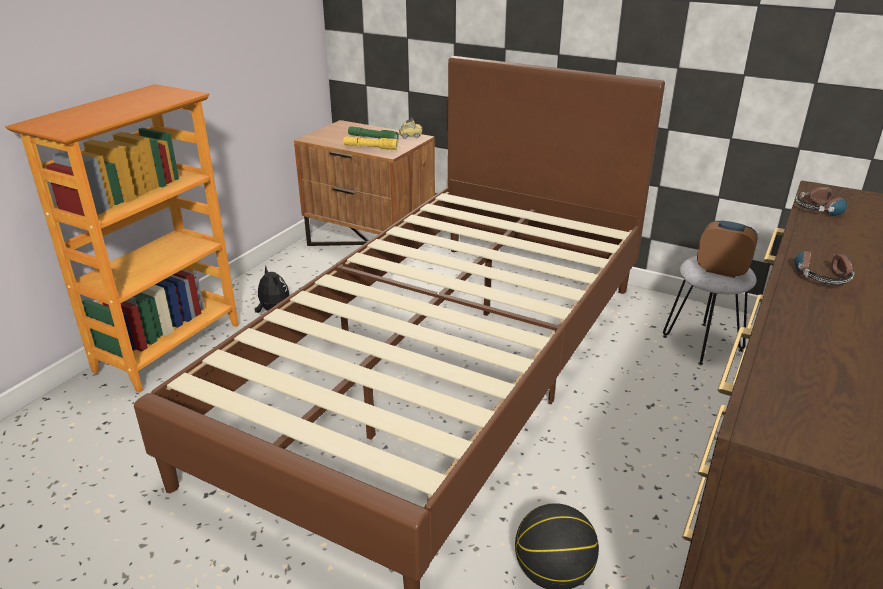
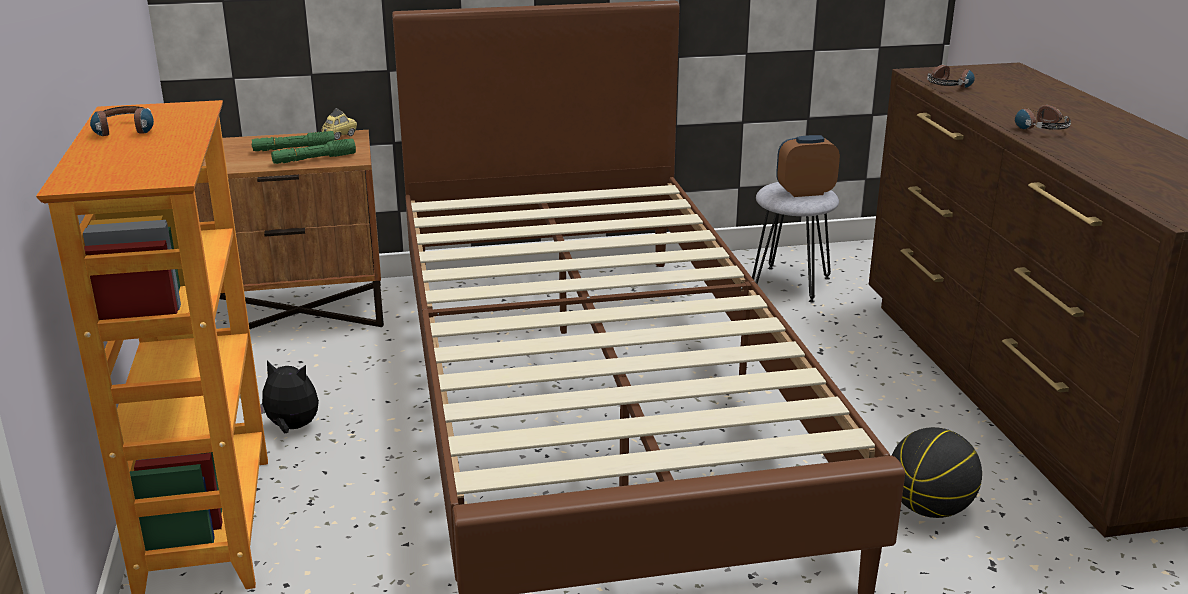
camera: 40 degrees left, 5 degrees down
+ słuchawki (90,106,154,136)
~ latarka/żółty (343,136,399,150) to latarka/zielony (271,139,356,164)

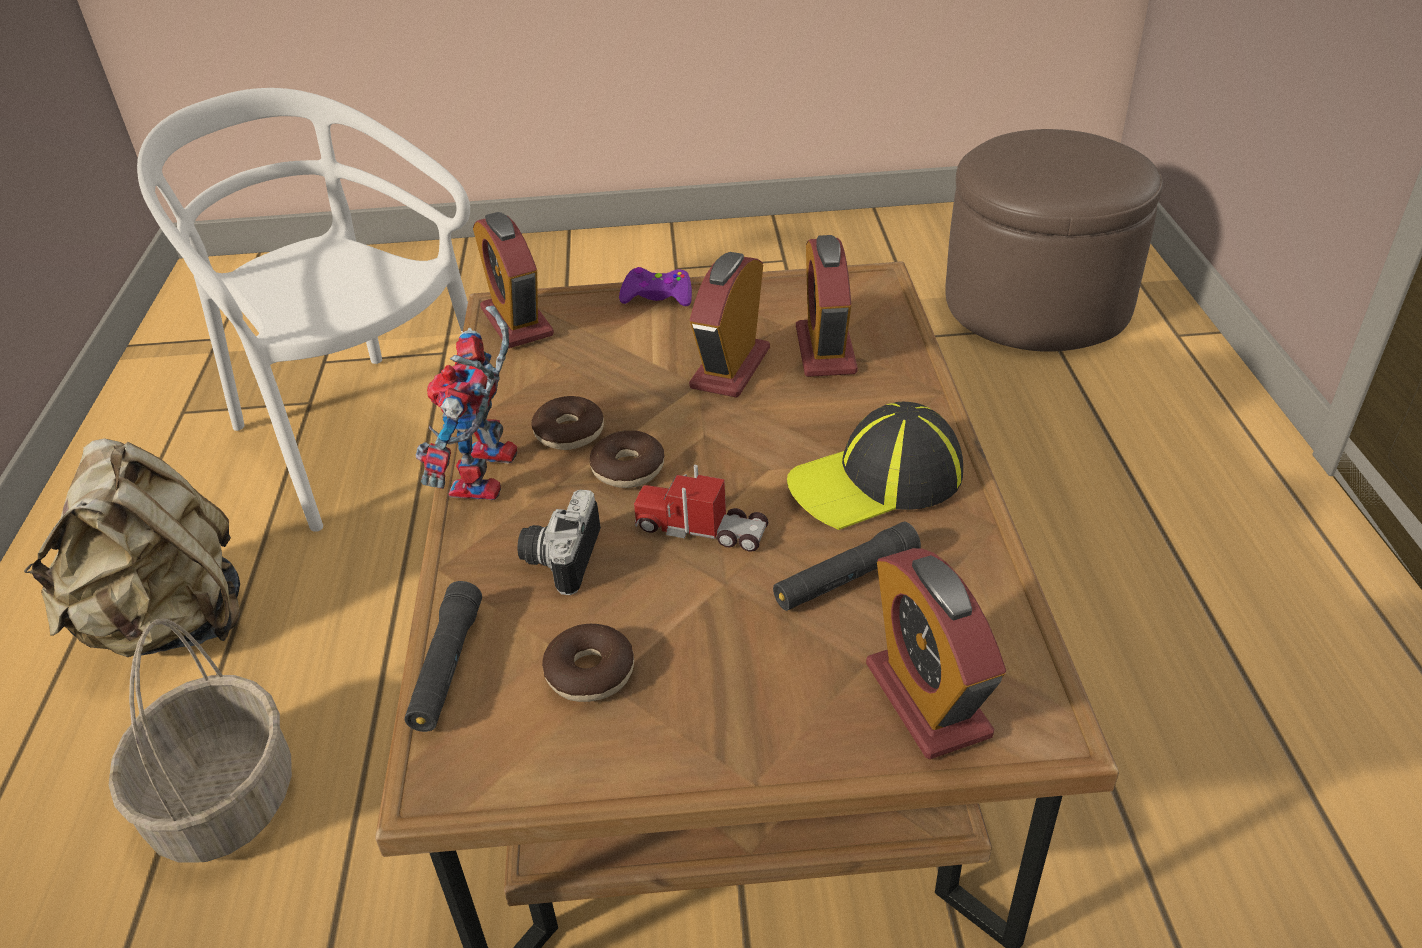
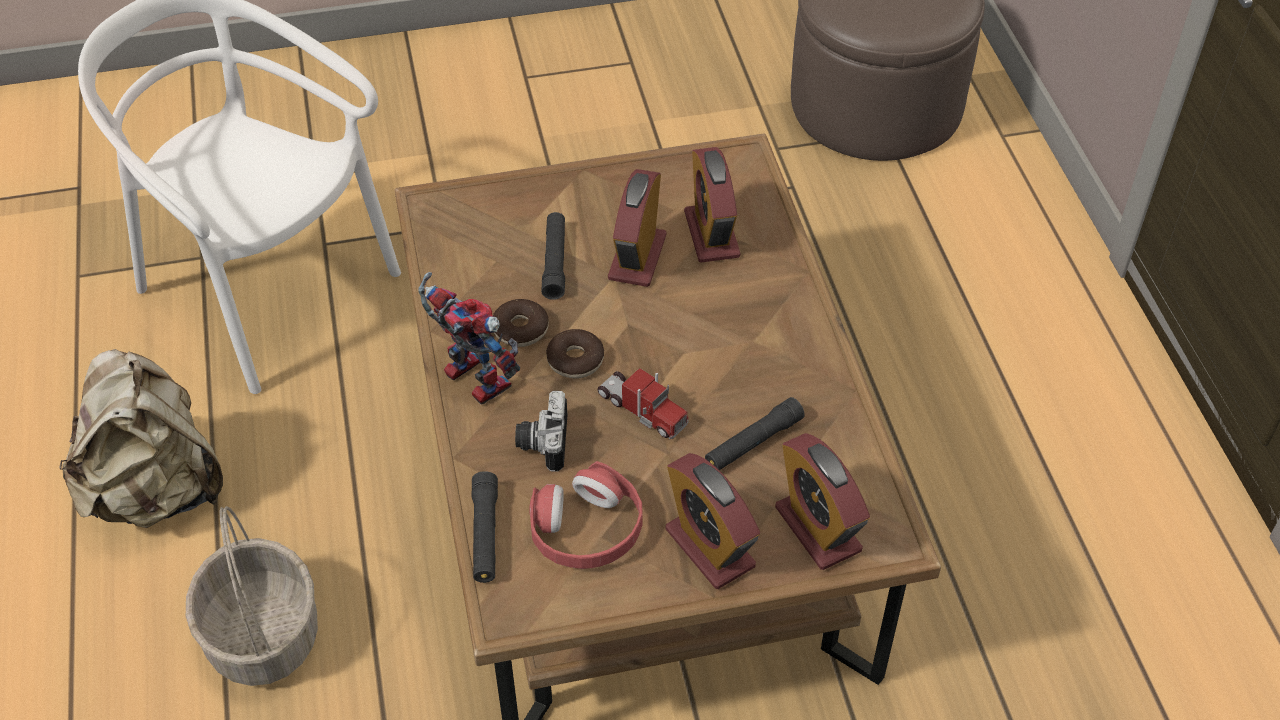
camera: 10 degrees left, 10 degrees up
~ robot zabawkowy (416,305,517,500) = (418,272,520,405) 135 degrees clockwise
~ donut (542,624,634,702) to słuchawki/czerwony (529,461,642,569)
+ latarka/czarny (541,212,565,300)
~ ciężarówka zabawkowa (634,465,769,552) = (598,368,689,439) 150 degrees counterclockwise
~ budzik (473,212,554,348) to (666,453,760,589)
- pad do gier/fioletowy (619,267,692,306)
- czapka z daszkiem (787,402,963,530)

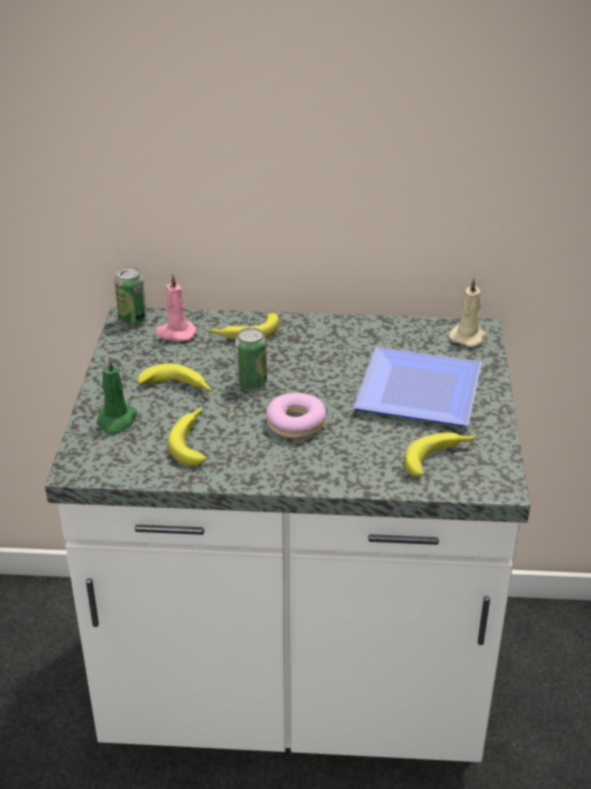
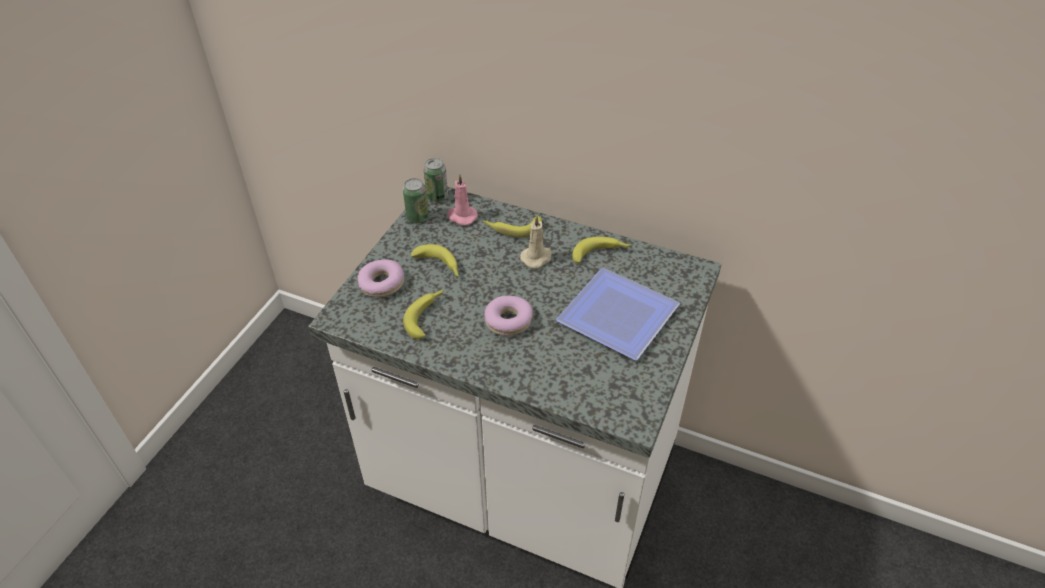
camera: 20 degrees right, 10 degrees up
~ świeca/zielony (97,356,137,435) to donut (358,259,404,297)
~ puszka (235,328,267,390) to (403,178,429,223)
~ świeca/beżowy (448,278,486,347) to (520,216,552,268)
~ banan (404,433,476,477) to (572,237,631,263)

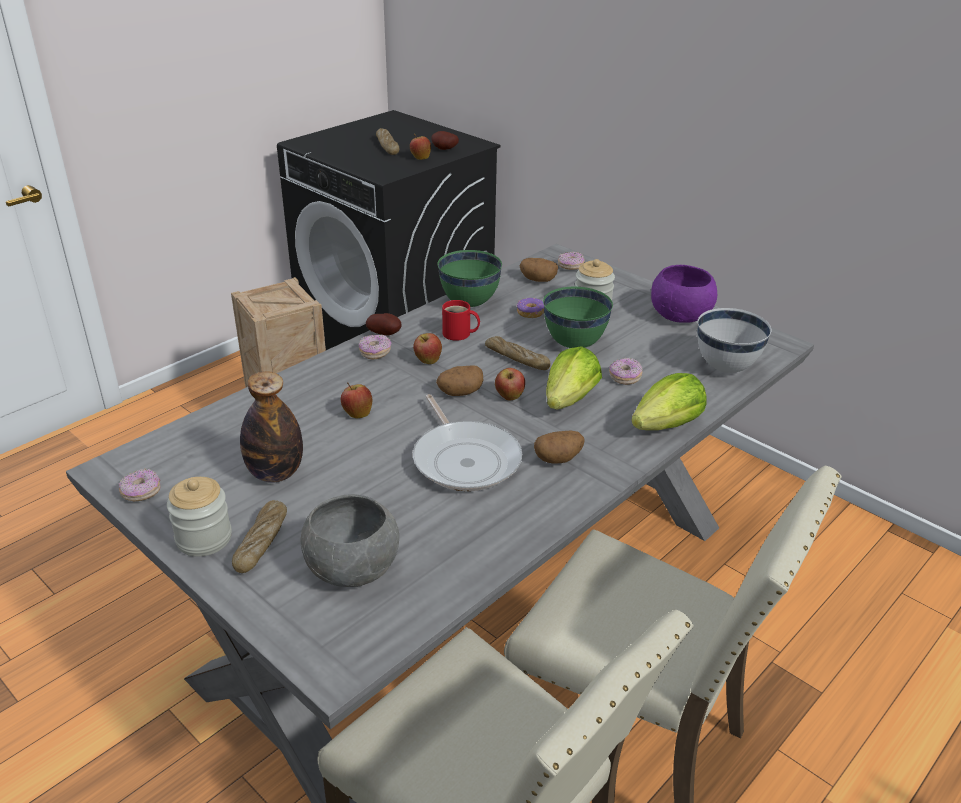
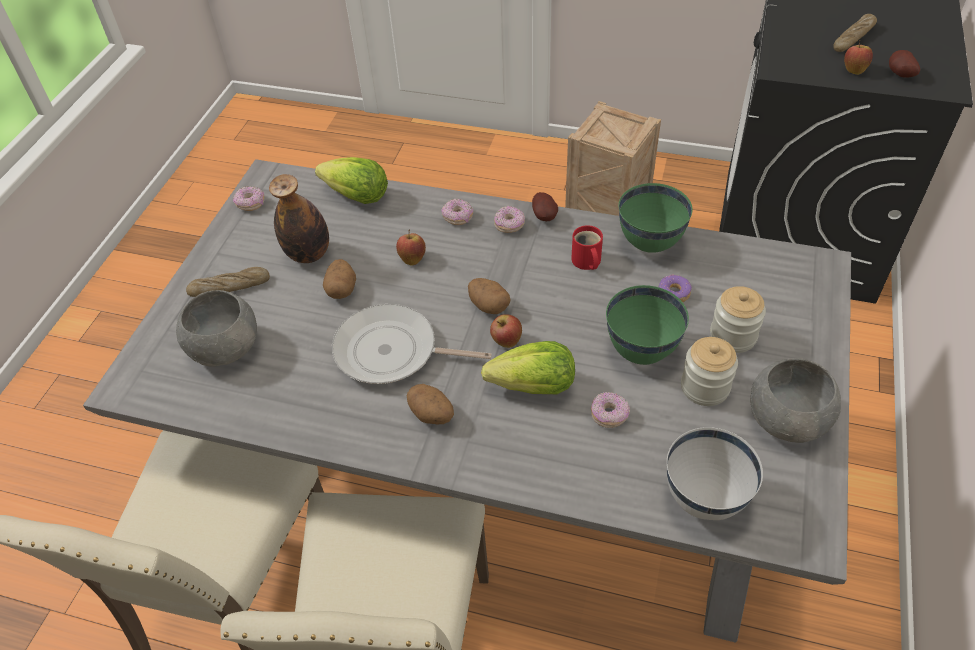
camera: 65 degrees right, 15 degrees up
~ sałata (631,373,706,430) to (315,157,388,204)
~ ziemniak (520,258,558,282) to (323,259,356,299)
~ patelnia (413,394,522,491) = (332,304,492,384) 60 degrees clockwise
~ donut (558,252,585,270) to (441,198,473,225)
~ słoik (167,477,232,557) to (681,337,738,406)
~ miska/fioletowy (651,265,717,323) to miska/szary (750,358,841,443)
- jabłko (413,333,442,364)
- chleb (485,336,551,370)

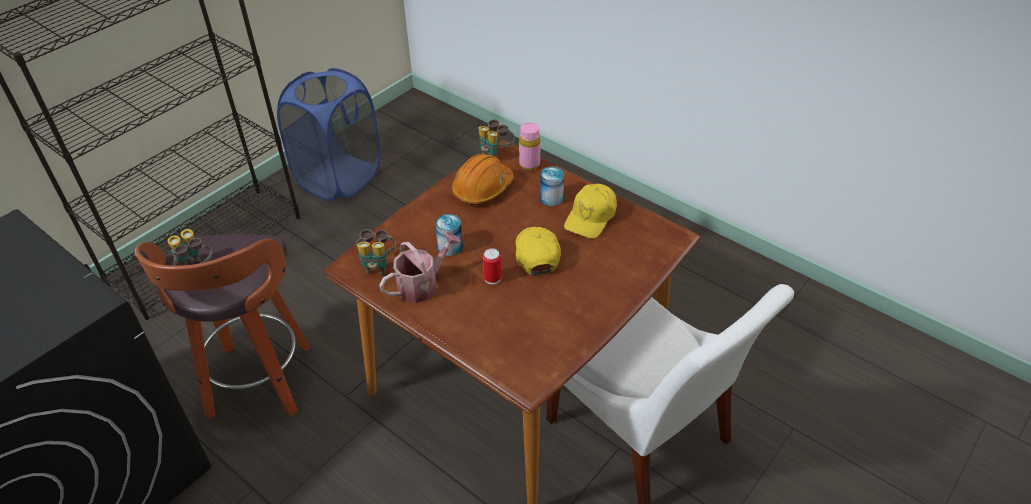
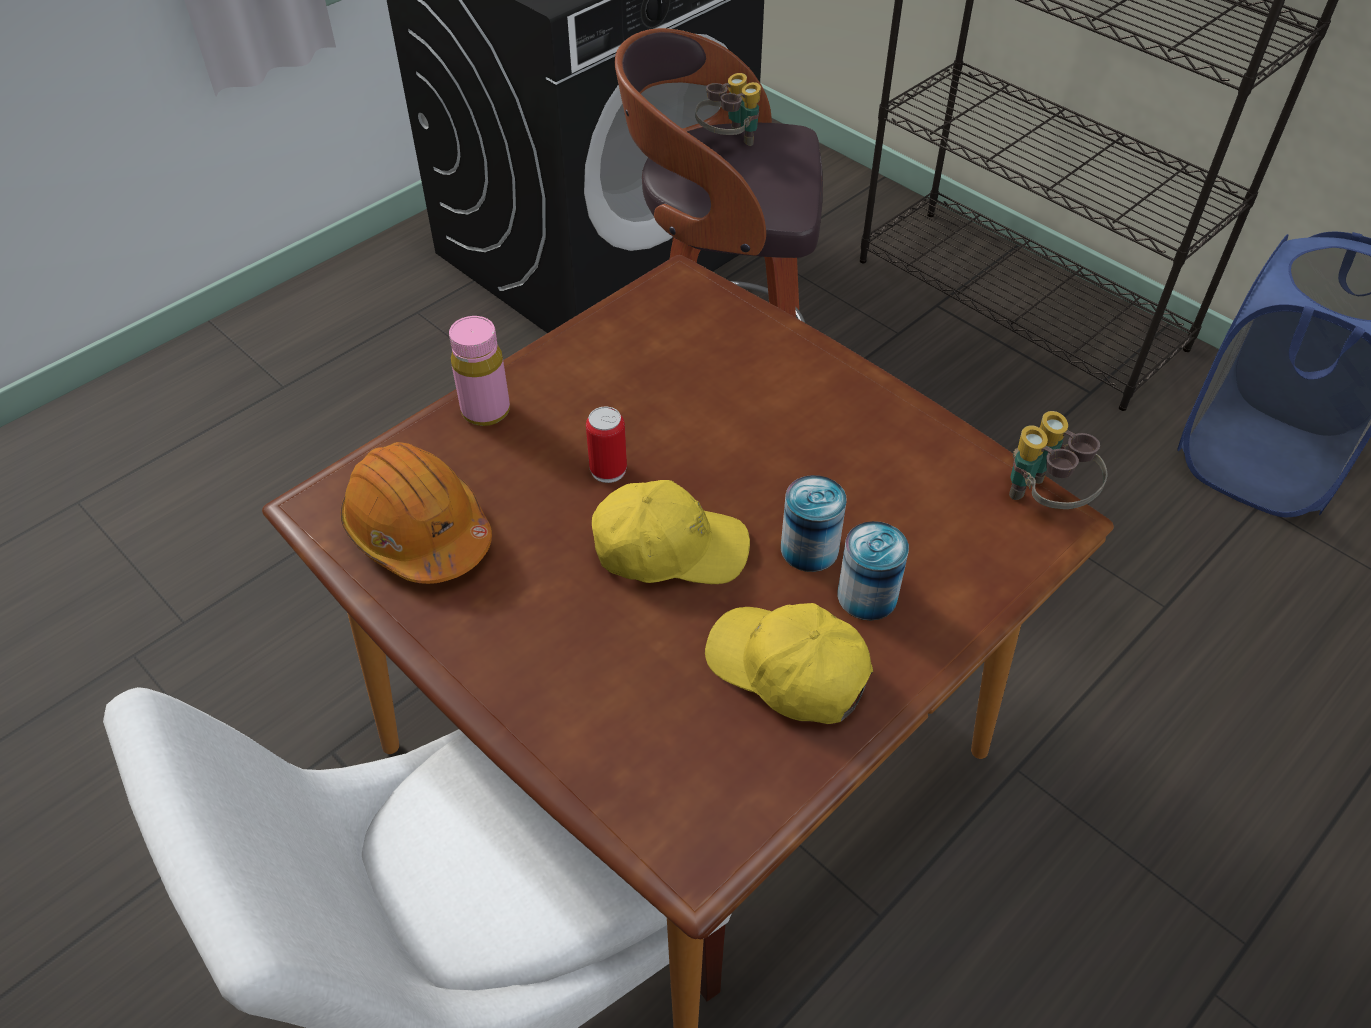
camera: 95 degrees right, 5 degrees up
~ kask/pomarańczowy (451,154,514,205) to (340,442,492,584)
~ butelka/różowy (519,122,540,170) to (449,316,510,426)
~ puszka (435,214,463,256) to (781,475,846,572)
- lornetka (356,229,396,274)
- konewka (379,232,461,303)

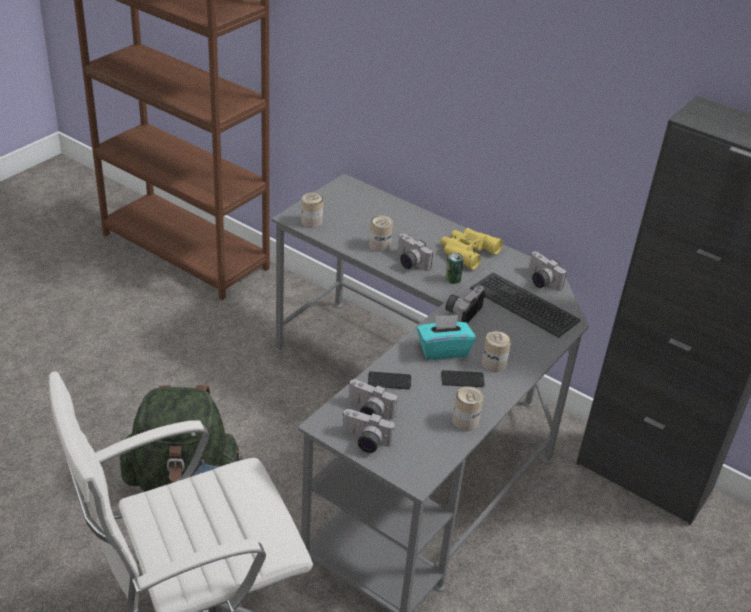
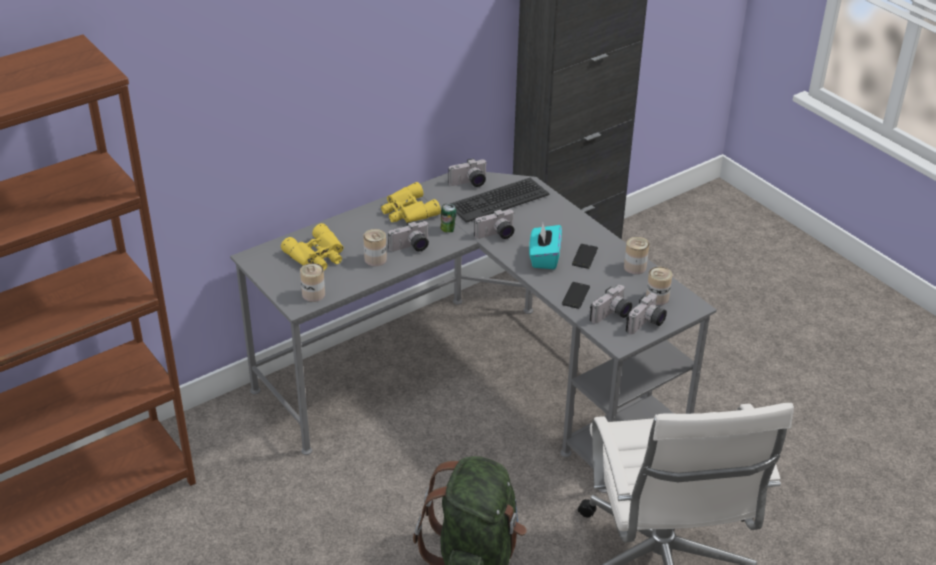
camera: 70 degrees left, 0 degrees up
+ lornetka/żółty (281,223,344,270)
~ aparat fotograficzny (446,286,485,324) = (474,209,514,239) 75 degrees counterclockwise
~ puszka (482,330,511,372) to (646,267,672,305)

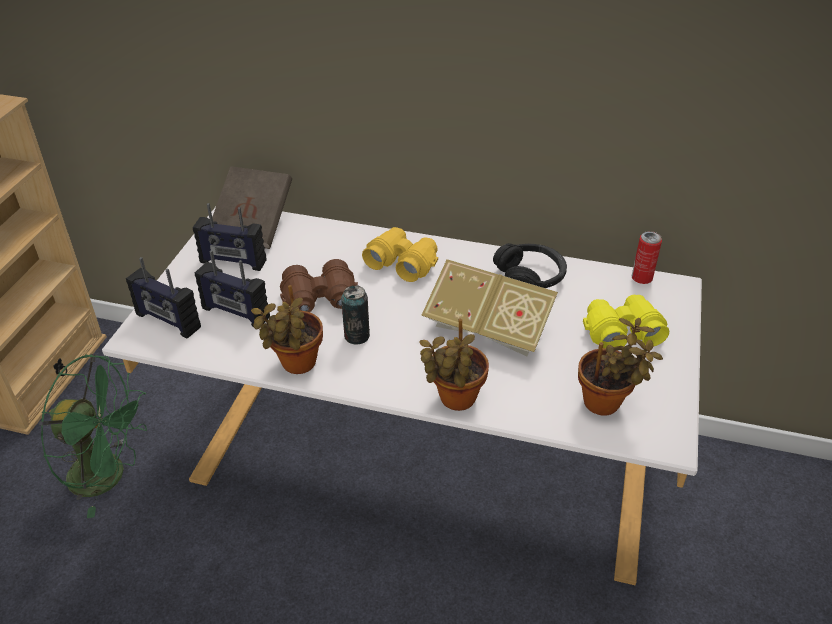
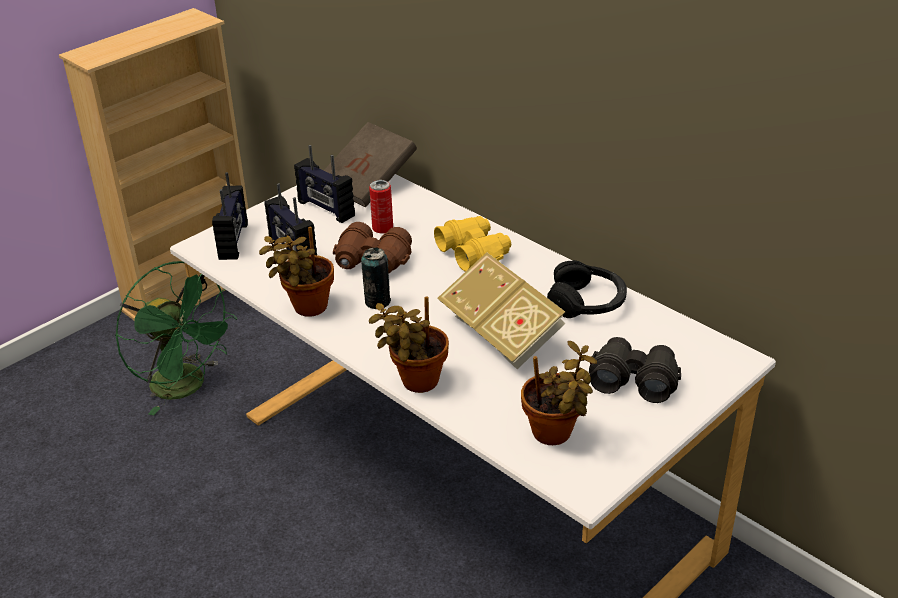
camera: 30 degrees right, 5 degrees down
~ radio (126,257,201,339) = (212,172,248,260) 150 degrees counterclockwise
~ puszka (632,231,662,284) to (369,180,393,233)
~ lornetka/żółty (583,295,669,351) to lornetka/czarny (589,337,681,403)

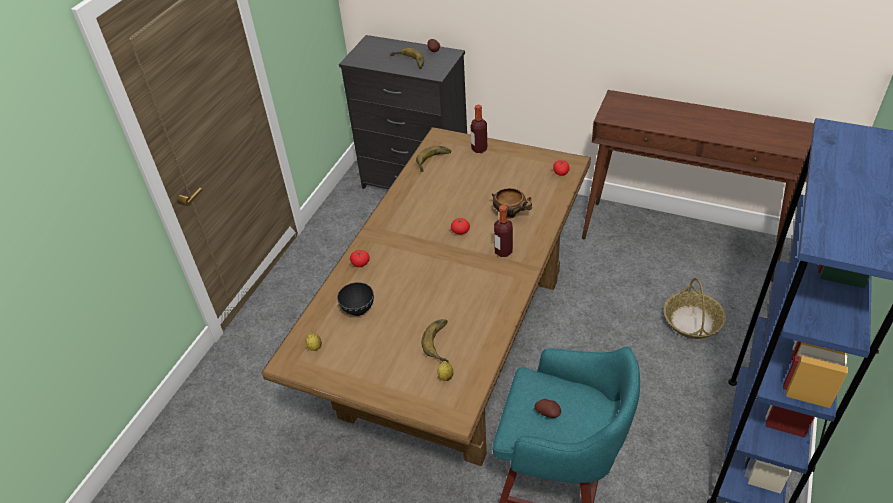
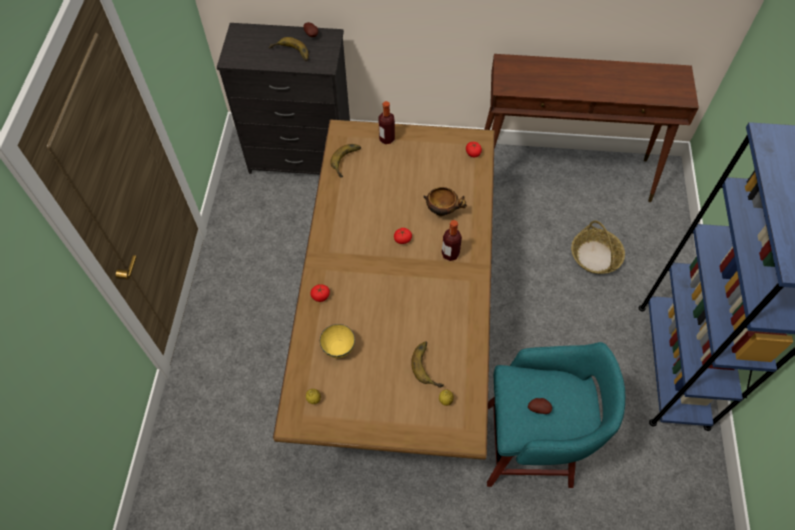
camera: 20 degrees left, 15 degrees up
~ miska/czarny (337,282,374,316) to miska/żółty (320,324,355,358)

